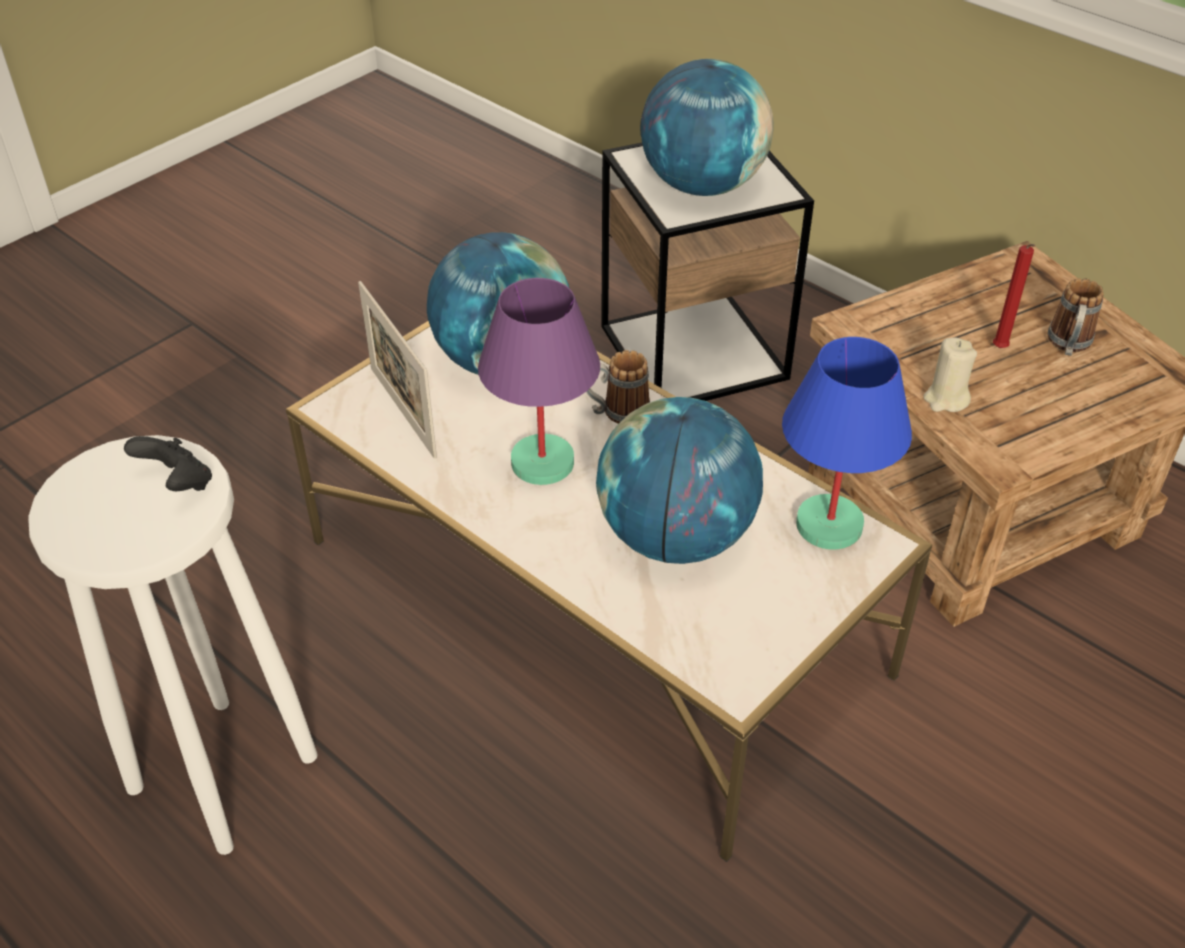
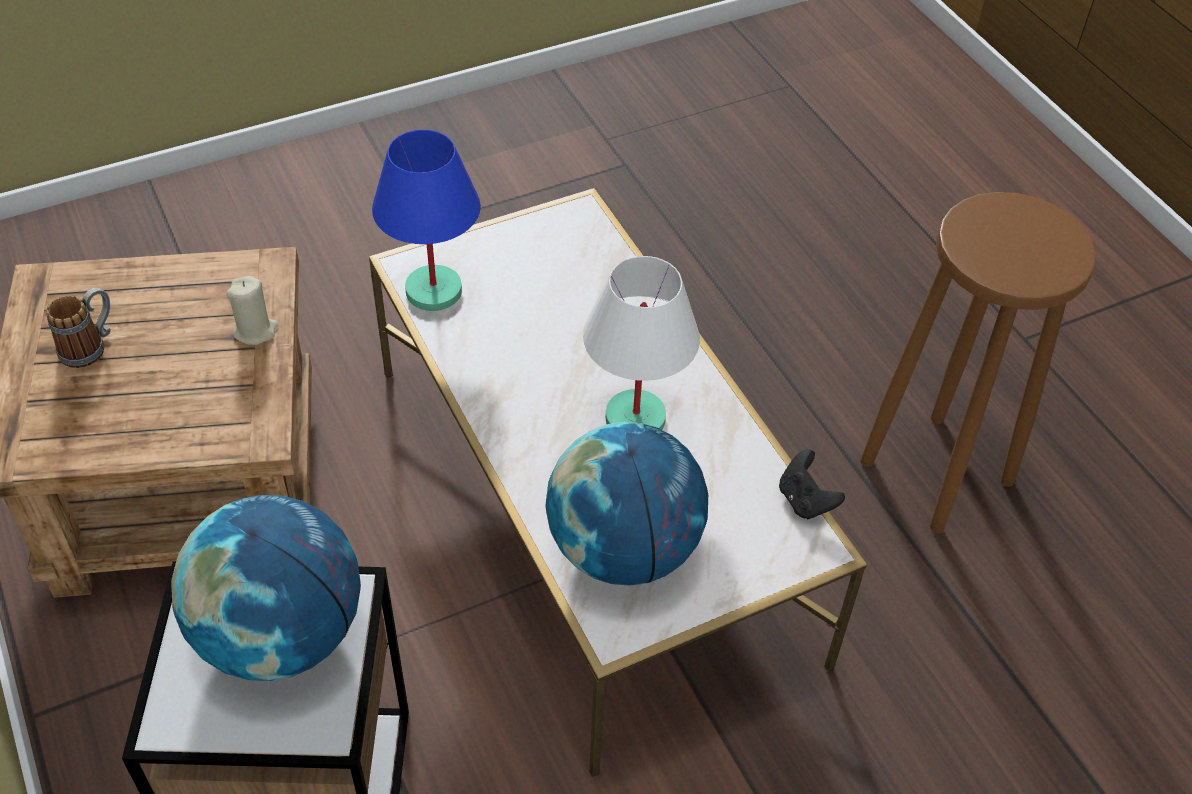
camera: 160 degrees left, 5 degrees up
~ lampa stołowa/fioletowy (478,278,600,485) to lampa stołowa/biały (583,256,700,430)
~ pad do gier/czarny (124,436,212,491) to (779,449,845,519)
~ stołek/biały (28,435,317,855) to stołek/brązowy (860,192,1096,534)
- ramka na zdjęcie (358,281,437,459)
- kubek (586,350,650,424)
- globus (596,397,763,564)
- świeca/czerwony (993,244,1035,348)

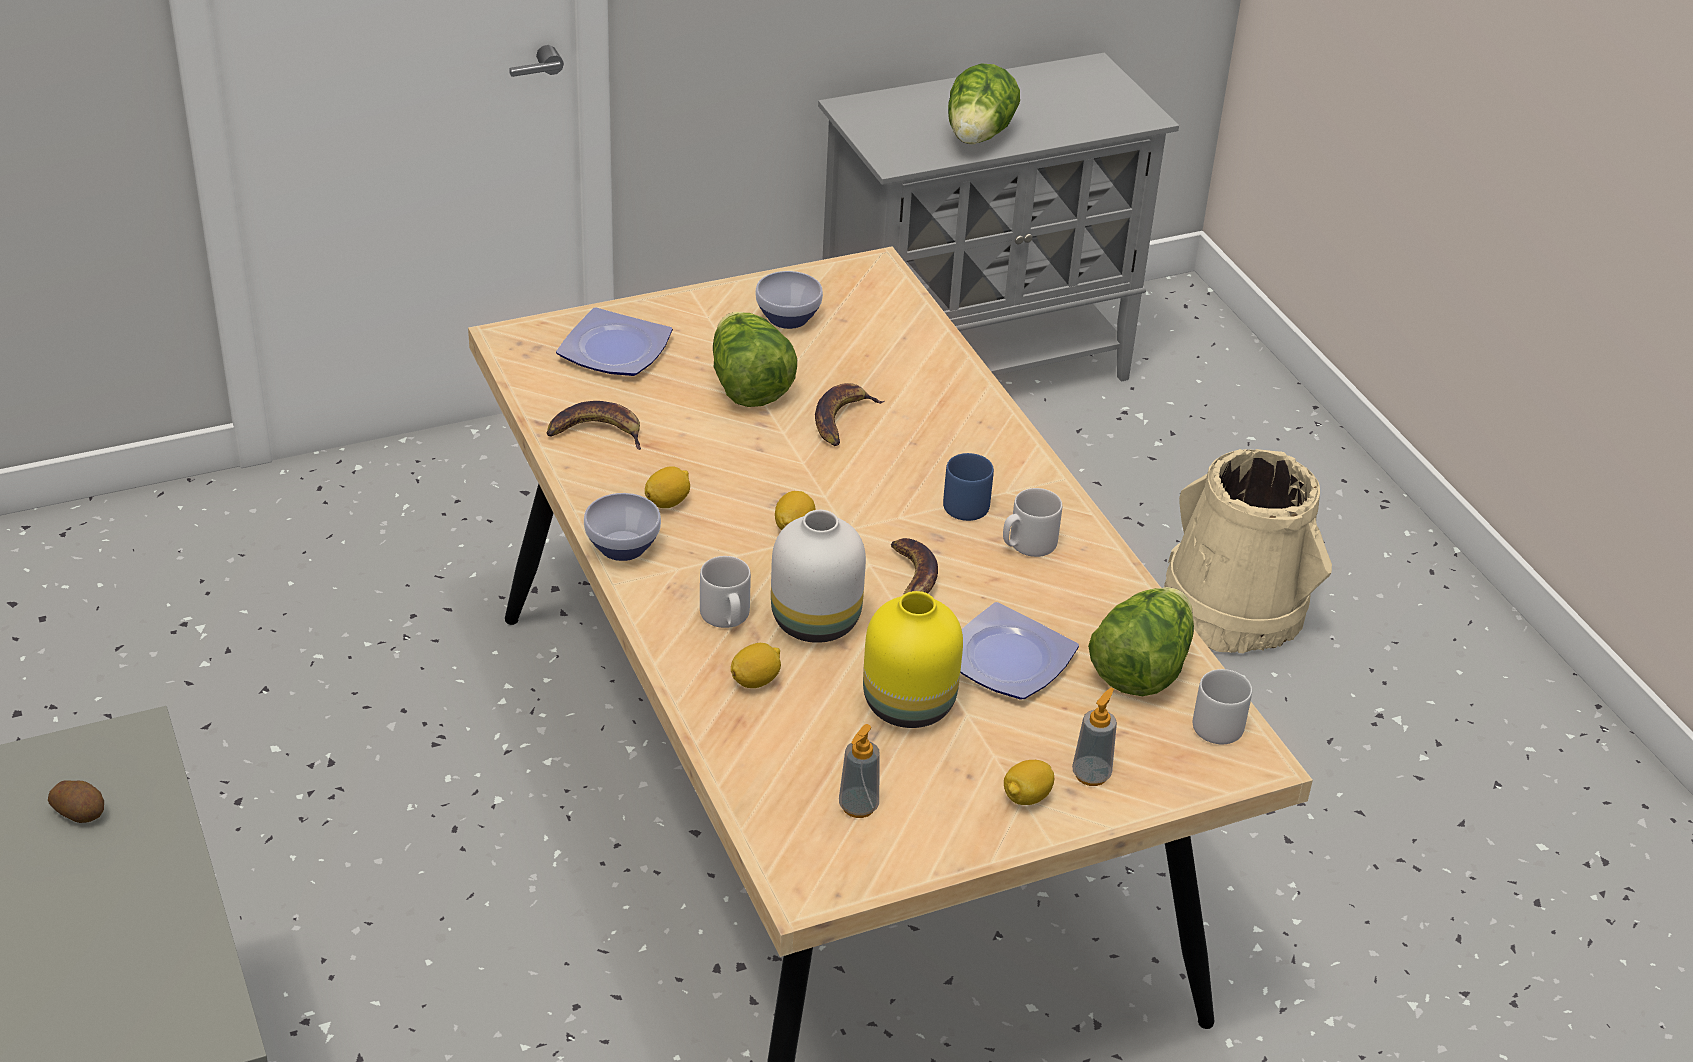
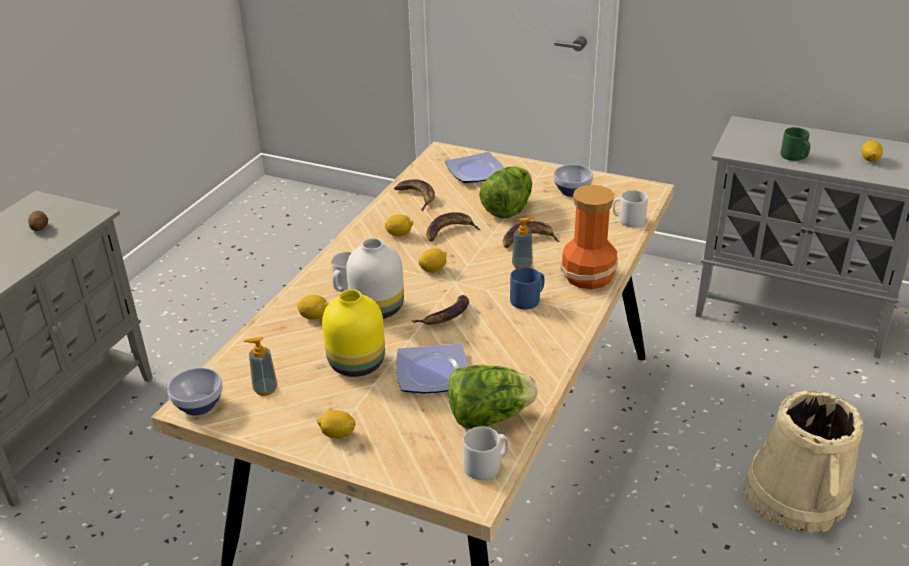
camera: 50 degrees right, 5 degrees down
~ miska (584,493,661,561) to (167,368,223,416)
+ banan (426,212,480,241)
~ dozownik mydła (1072,688,1117,786) to (512,217,534,269)
+ wazon (561,185,618,289)
~ kubek/szary (1003,488,1062,557) to (613,190,648,227)
~ sałata (948,64,1020,144) to kubek/zielony (780,127,810,161)
+ cytryna (862,140,883,162)

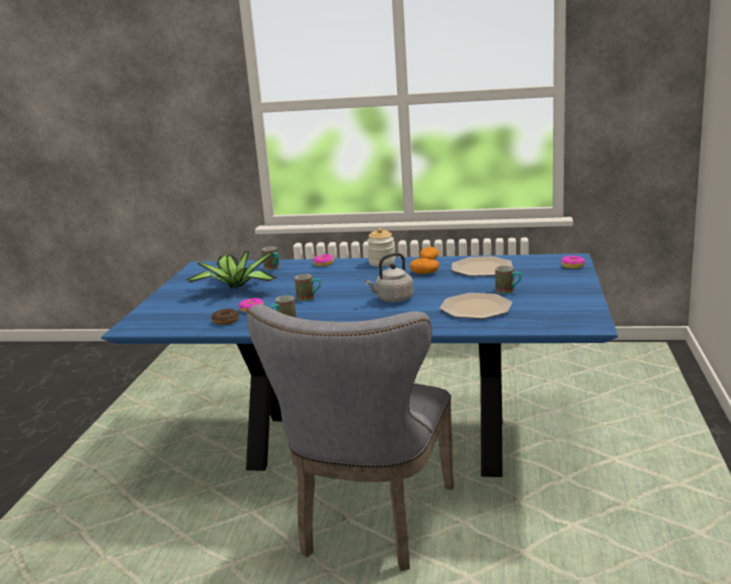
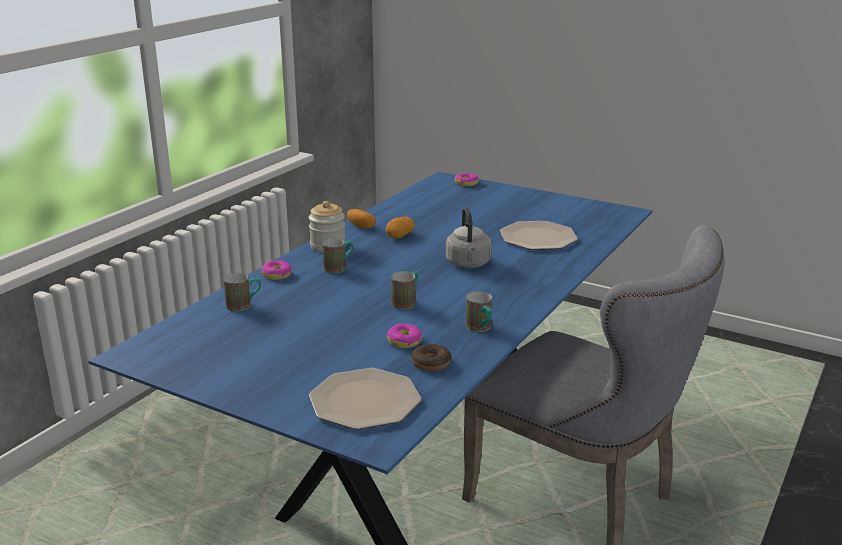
camera: 70 degrees left, 5 degrees up
~ talerz (452,256,513,276) to (309,368,421,429)
~ kubek (495,266,522,294) to (322,238,353,273)
- roślina doniczkowa (186,251,277,289)

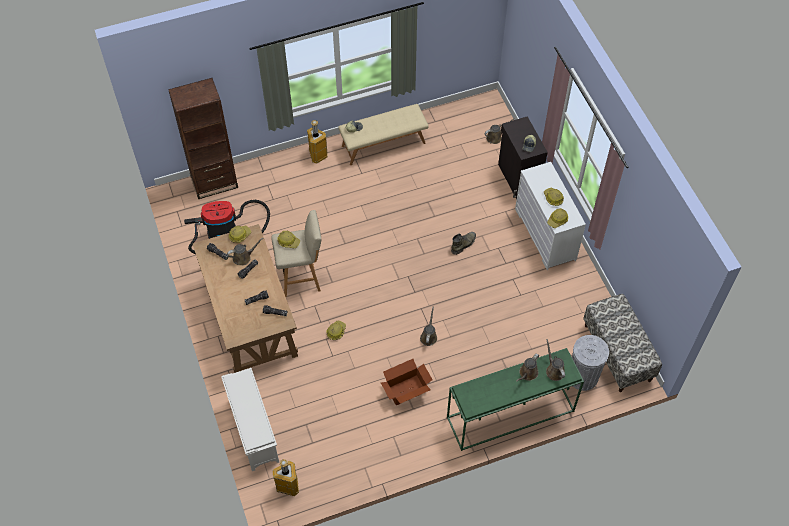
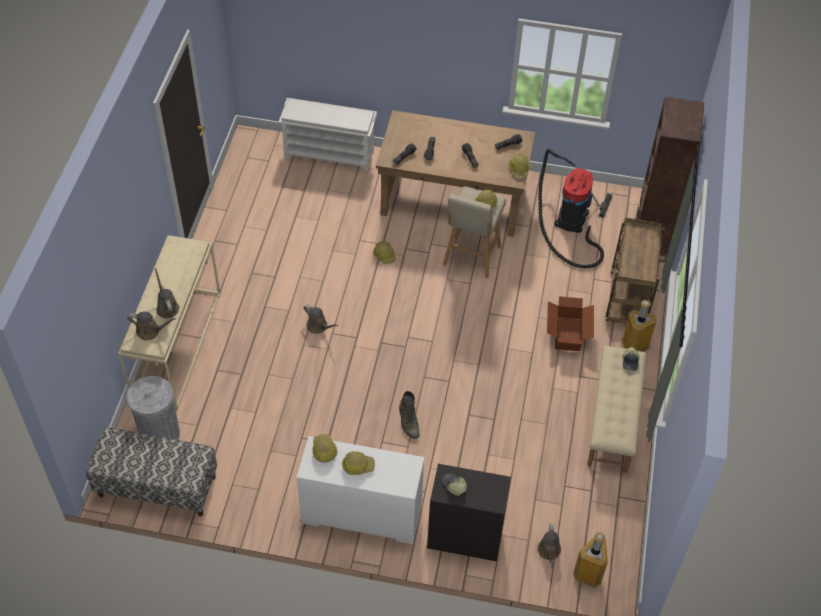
camera: 120 degrees right, 5 degrees down
~ stolik konsolowy/zielony (447,348,584,451) to stolik konsolowy/beżowy (118,235,220,410)
~ karton (381,359,433,405) to (547,296,594,351)
~ kosz na śmieci (272,459,299,496) to (573,533,608,588)
+ wózek/brązowy (606,217,665,324)
- konewka/brązowy (227,238,264,266)

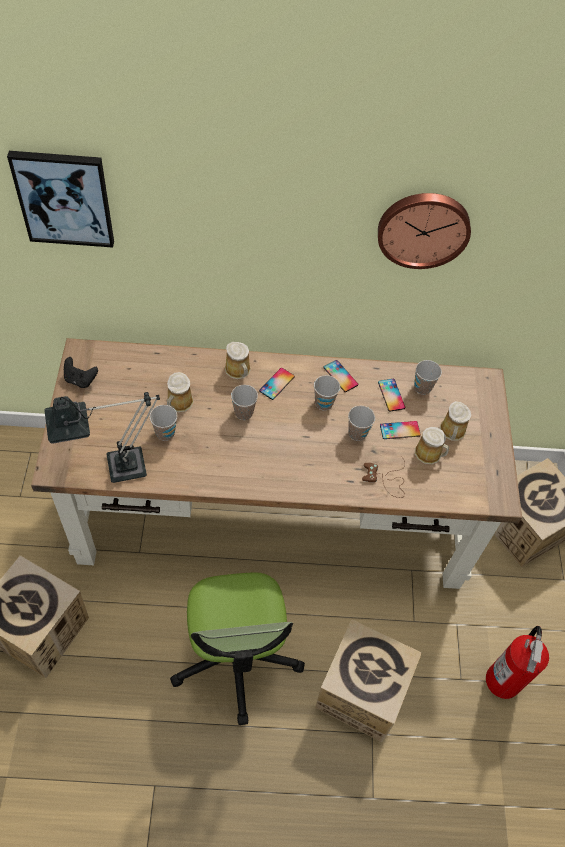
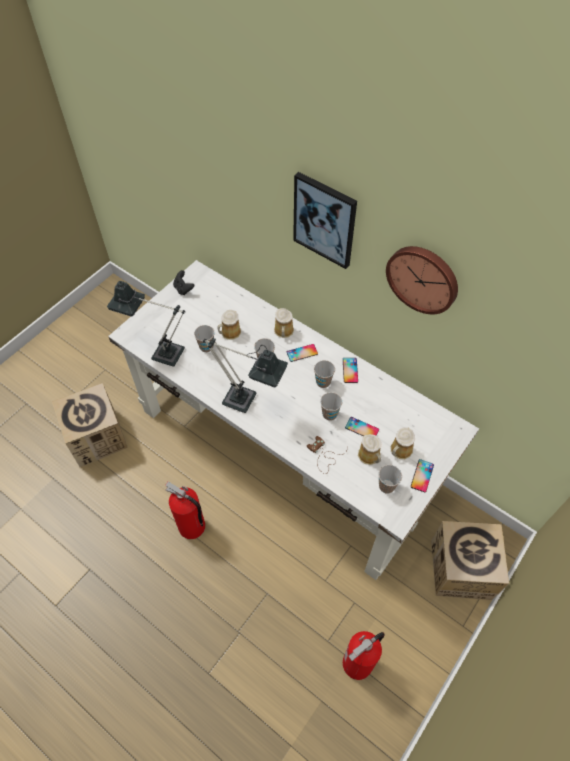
camera: 40 degrees right, 0 degrees up
~ biurko/brązowy (31,338,522,589) to biurko/biały (108,260,479,580)
~ krzesło biurowe (170,573,305,725) to gaśnica (165,482,205,539)
+ lampa stołowa (203,338,288,413)
~ obraz (7,151,114,248) to (293,172,357,269)
~ filiżanka (414,360,442,395) to (379,465,402,494)
~ telefon (378,379,406,412) to (411,459,434,492)
- karton (315,619,422,742)

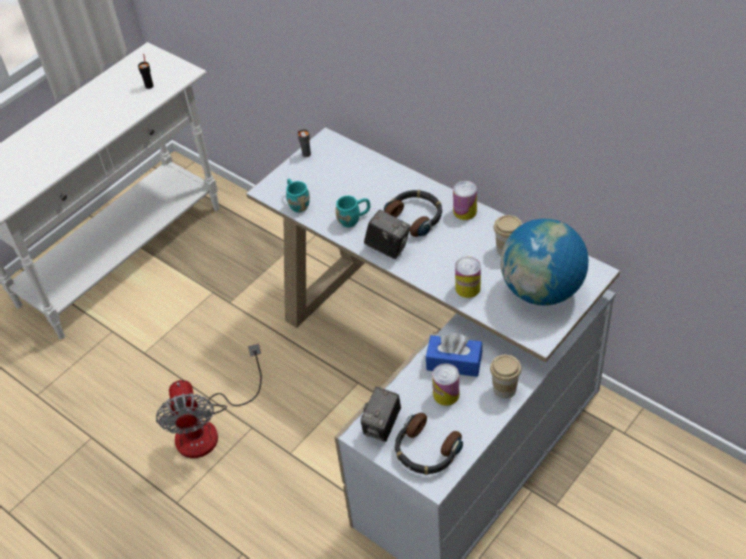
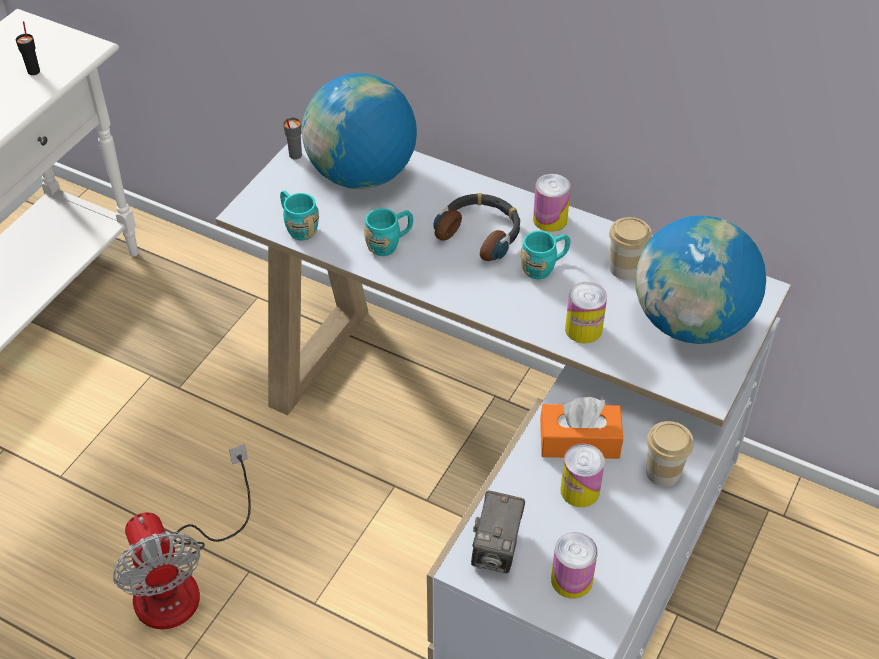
camera: 15 degrees left, 0 degrees up
+ globus (302,73,417,189)
+ kubek/turkusowy (520,231,570,279)
~ pudełko chusteczek/niebieski (426,333,482,377) to pudełko chusteczek/pomarańczowy (540,397,623,459)
~ słuchawki (395,413,463,475) to puszka (551,532,598,599)
- aparat fotograficzny (364,209,410,259)

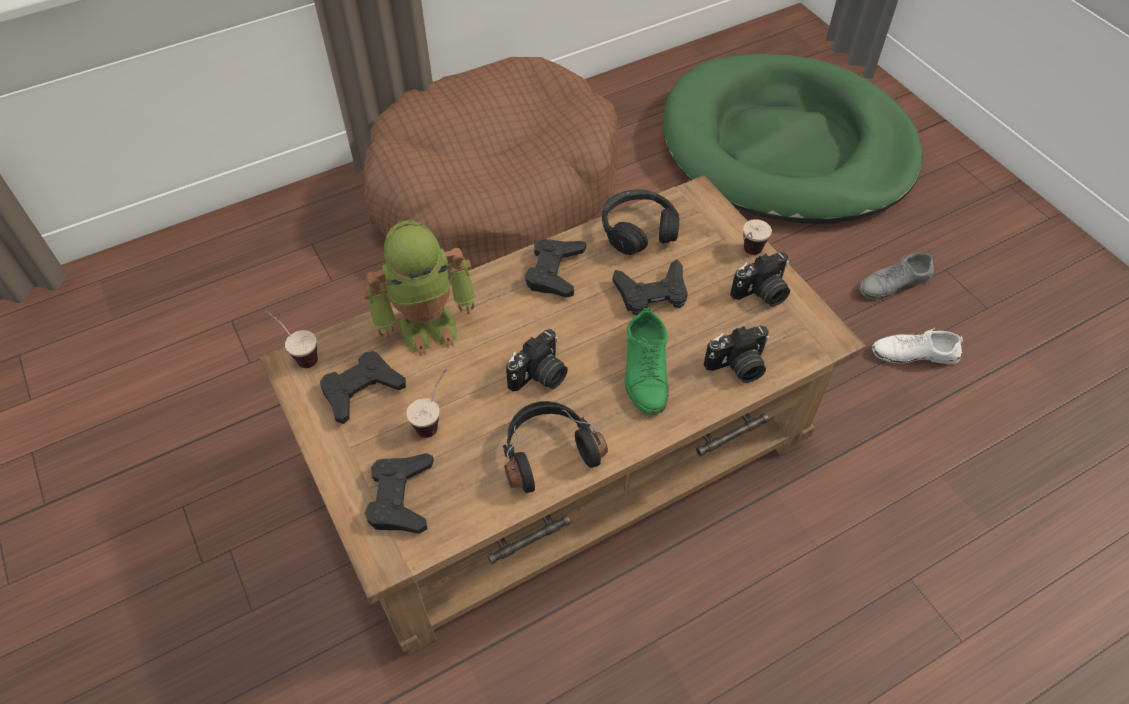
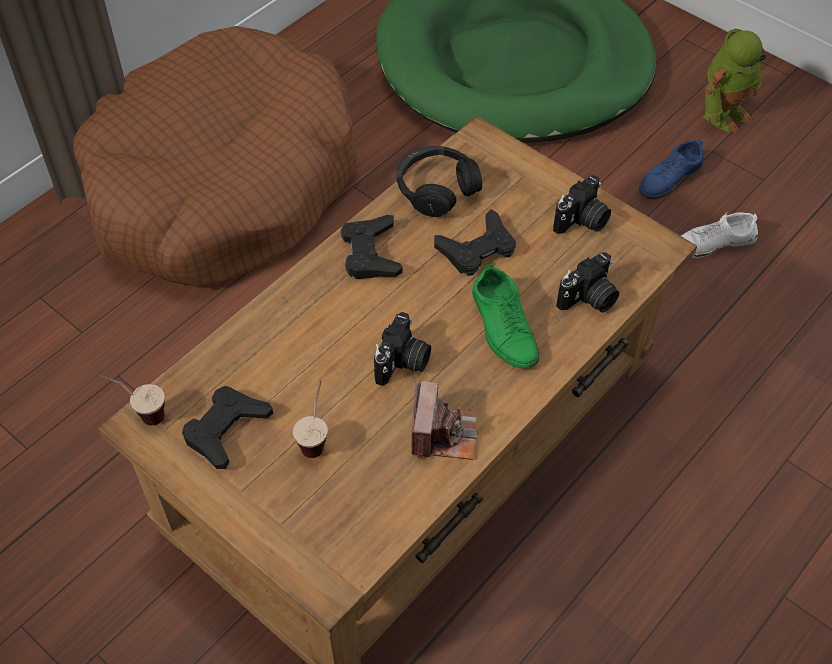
camera: 20 degrees left, 0 degrees up
~ słuchawki/czarny (503,401,608,493) to aparat fotograficzny (411,381,478,460)
~ but/szary (859,253,935,299) to but/niebieski (639,139,704,200)
~ robot zabawkowy (362,220,476,356) to (703,29,766,133)
- pad do gier/czarny (364,453,434,534)
- filiżanka (743,219,772,255)

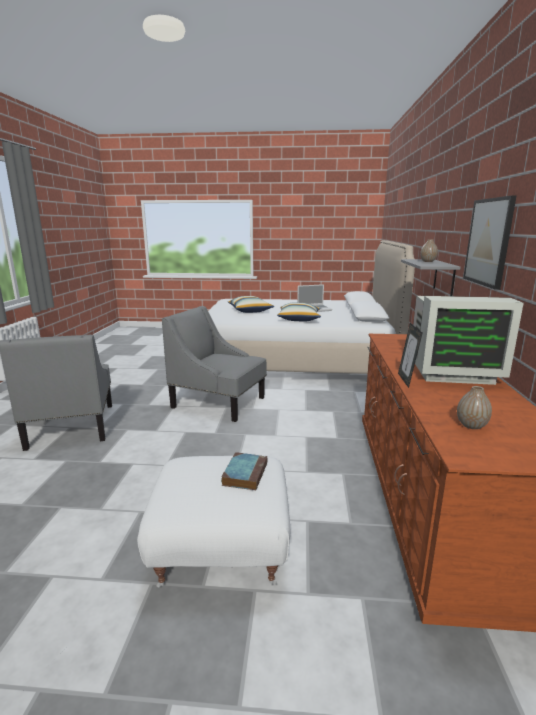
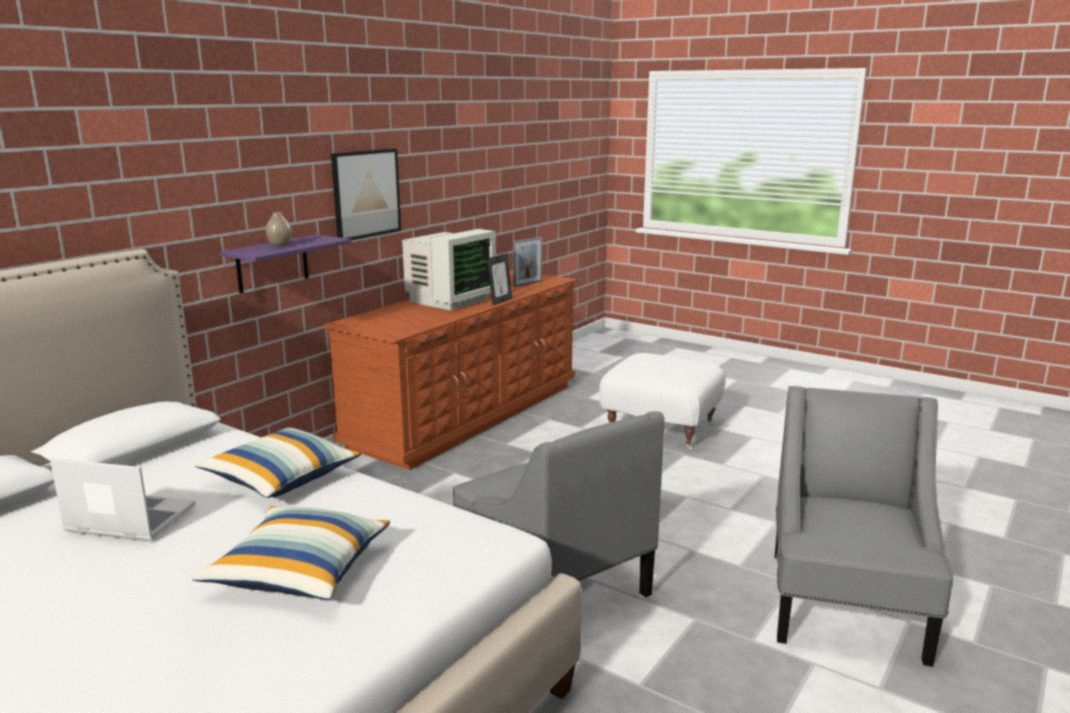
camera: 150 degrees left, 0 degrees up
~ półka/szary (401,259,460,296) to półka/fioletowy (220,234,351,294)
~ monitor (413,296,524,385) = (402,229,496,311) 90 degrees clockwise
~ wazon (457,386,492,429) to ramka na zdjęcie (513,237,542,287)
- książka (221,452,267,490)

